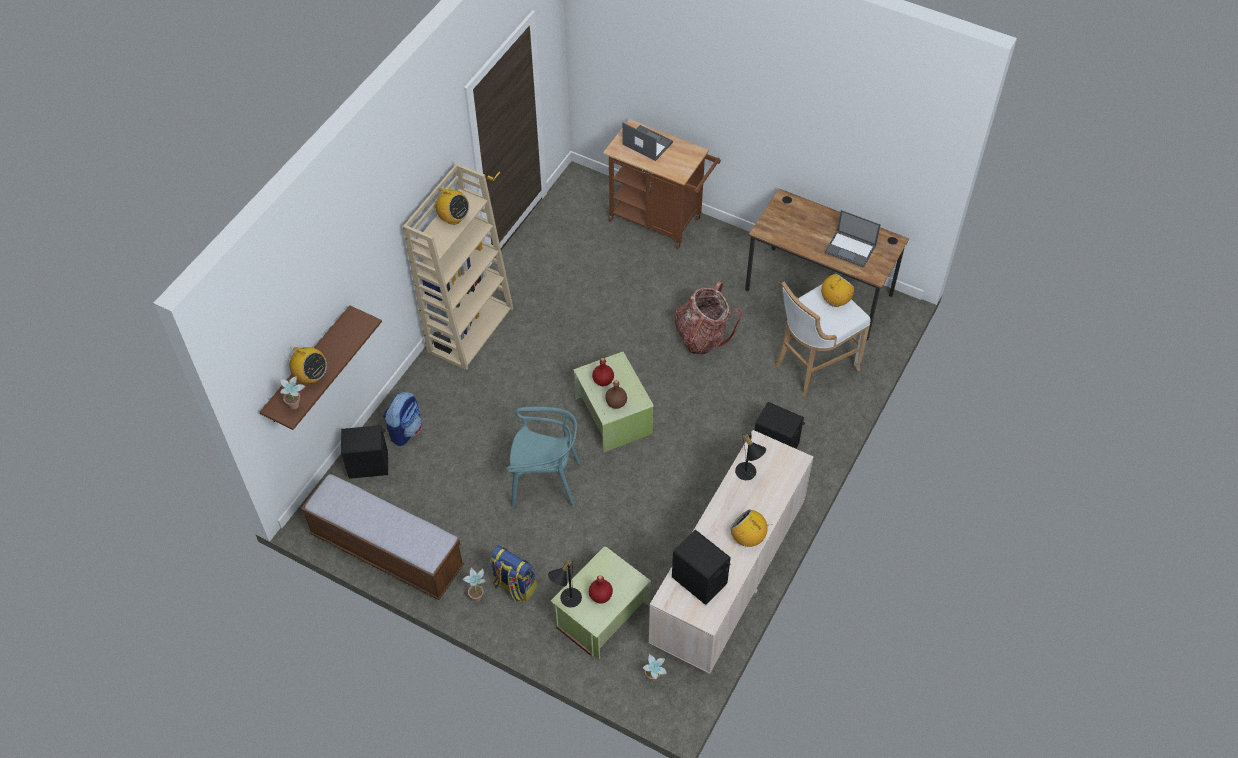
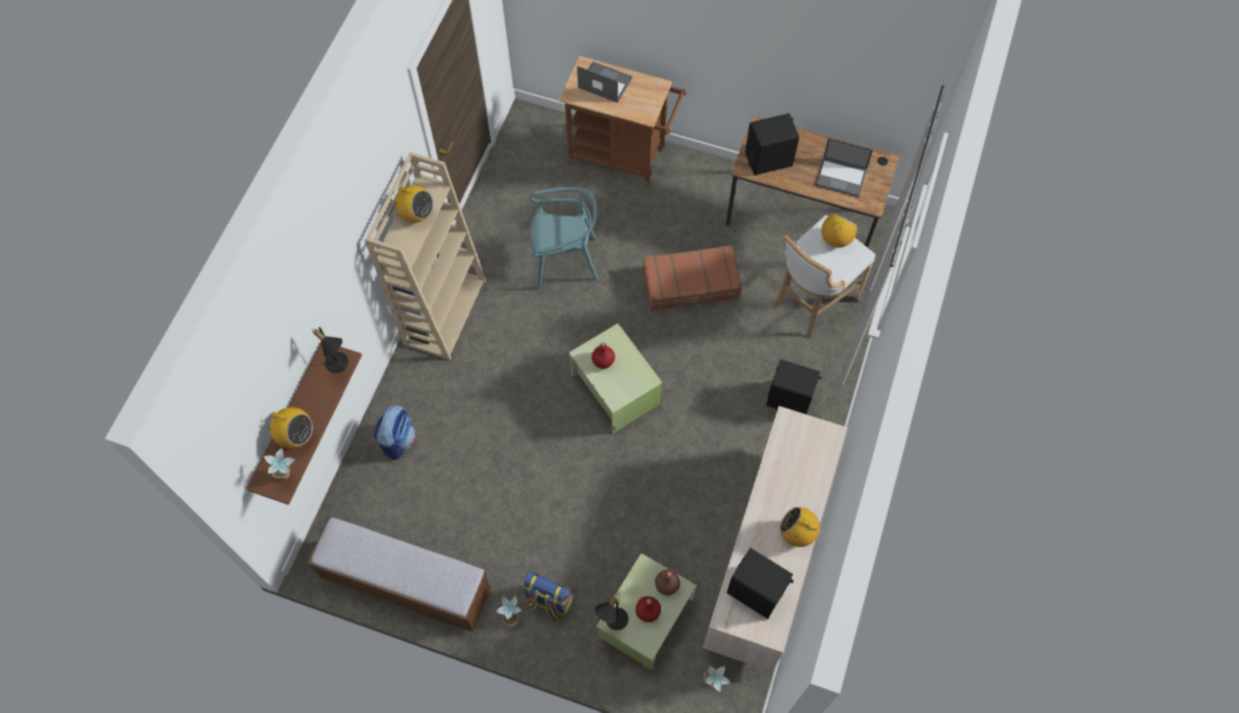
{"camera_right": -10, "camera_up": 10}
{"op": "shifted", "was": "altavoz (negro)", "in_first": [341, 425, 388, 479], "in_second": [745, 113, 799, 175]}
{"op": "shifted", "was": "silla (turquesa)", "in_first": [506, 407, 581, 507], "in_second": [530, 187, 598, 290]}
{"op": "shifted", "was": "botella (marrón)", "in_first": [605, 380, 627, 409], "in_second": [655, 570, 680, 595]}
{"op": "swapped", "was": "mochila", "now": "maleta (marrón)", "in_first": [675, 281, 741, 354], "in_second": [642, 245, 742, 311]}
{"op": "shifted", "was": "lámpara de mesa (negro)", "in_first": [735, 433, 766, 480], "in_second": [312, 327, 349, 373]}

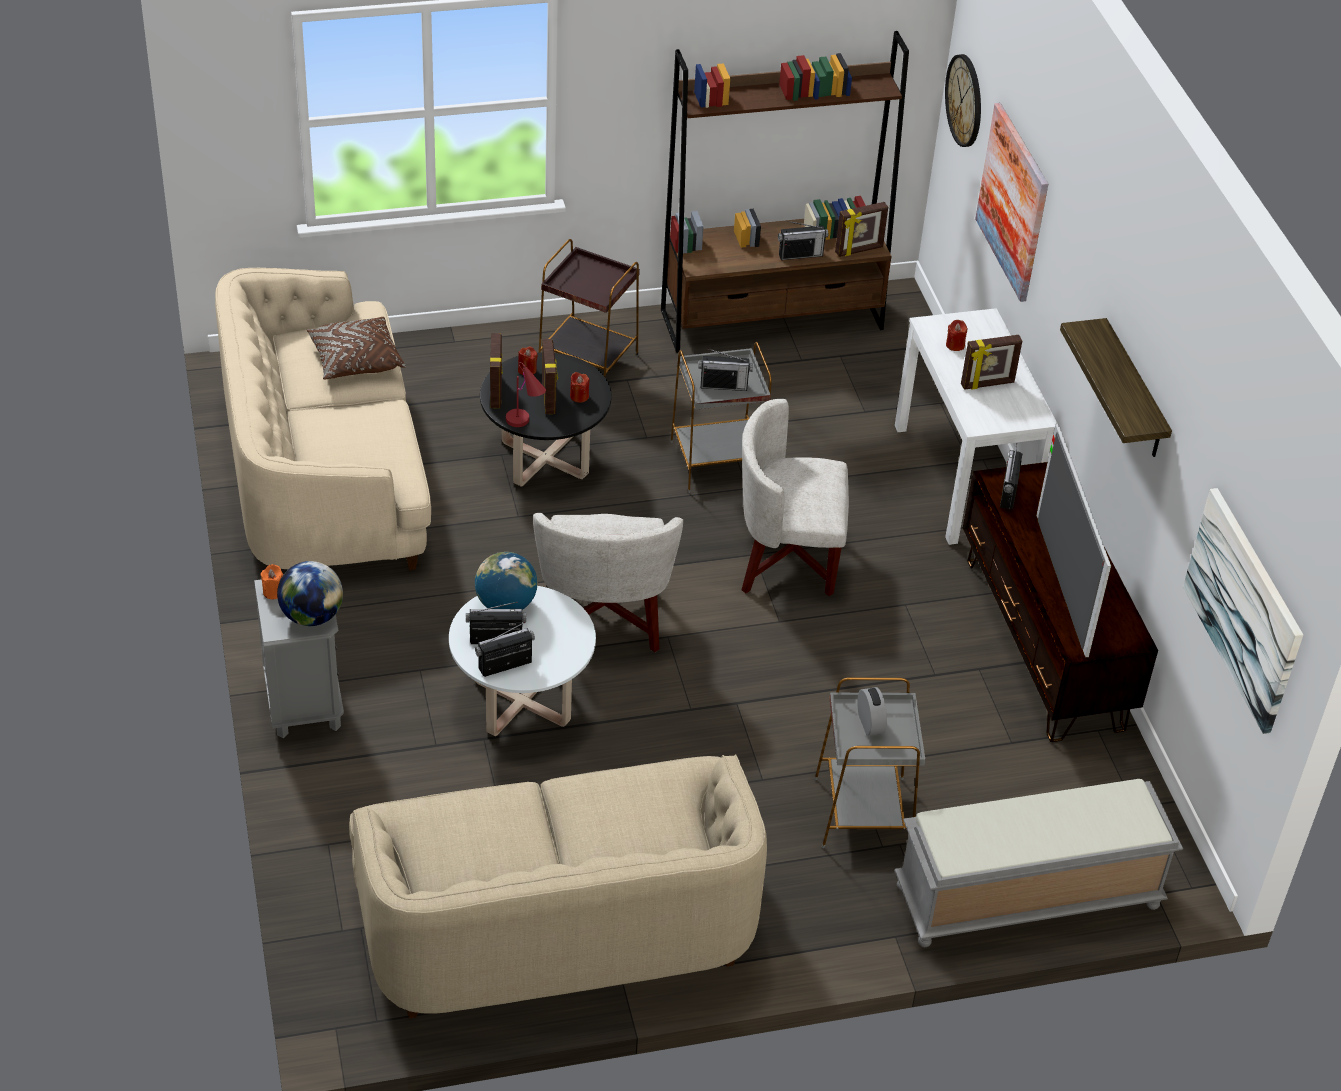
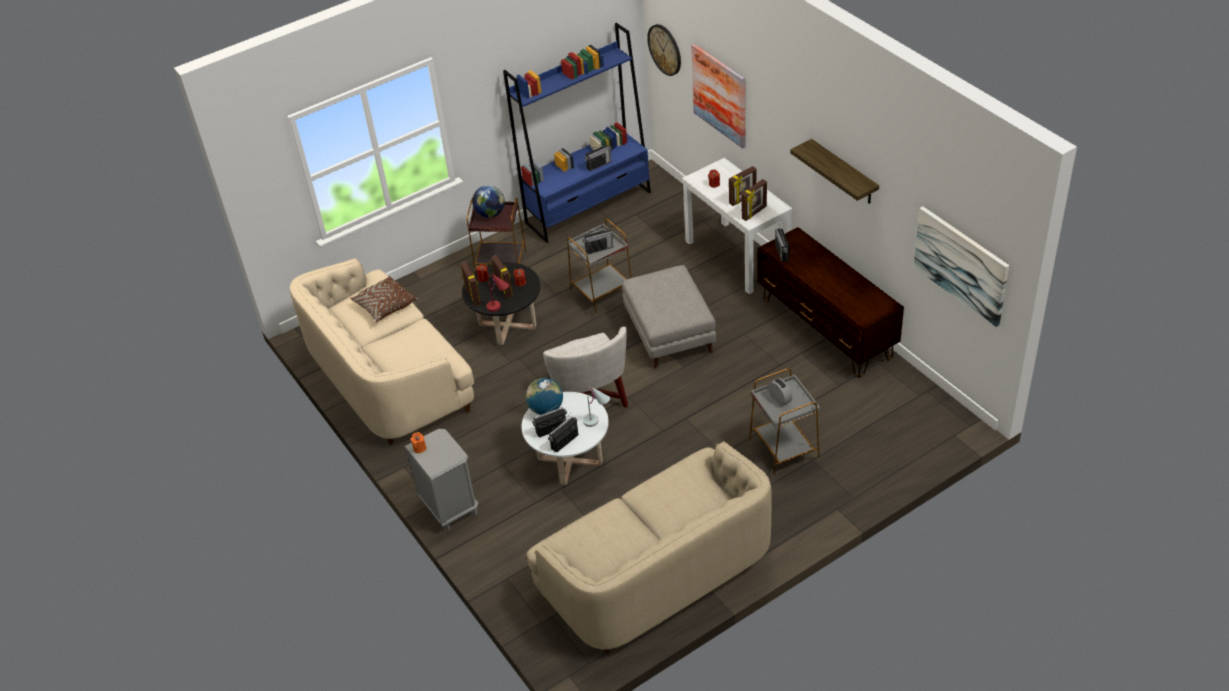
{"camera_right": -15, "camera_up": 0}
{"op": "shifted", "was": "globo terráqueo", "in_first": [277, 561, 343, 626], "in_second": [472, 185, 505, 218]}
{"op": "repainted", "was": "estantería (marrón)", "now": "estantería (azul)", "in_first": [661, 31, 909, 353], "in_second": [503, 23, 651, 243]}
{"op": "swapped", "was": "sillón (blanco)", "now": "puf (gris)", "in_first": [742, 399, 849, 596], "in_second": [622, 265, 716, 368]}
{"op": "shifted", "was": "portarretratos", "in_first": [835, 202, 888, 257], "in_second": [741, 179, 767, 221]}
{"op": "gone", "was": "banco (gris)", "in_first": [894, 779, 1183, 947]}
{"op": "gone", "was": "televisor", "in_first": [1036, 424, 1111, 657]}
{"op": "new", "now": "lámpara de mesa (blanco)", "in_second": [583, 387, 610, 427]}

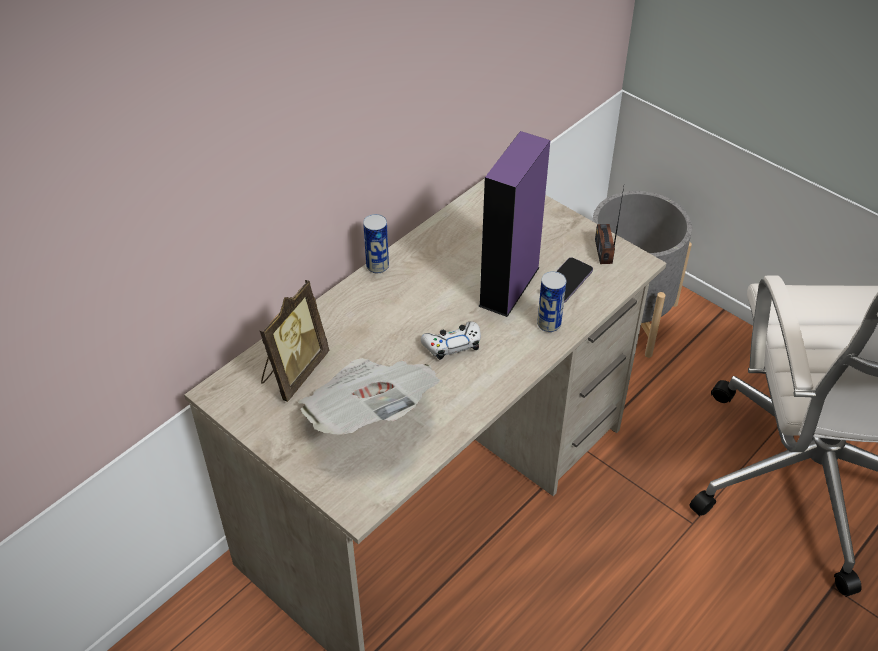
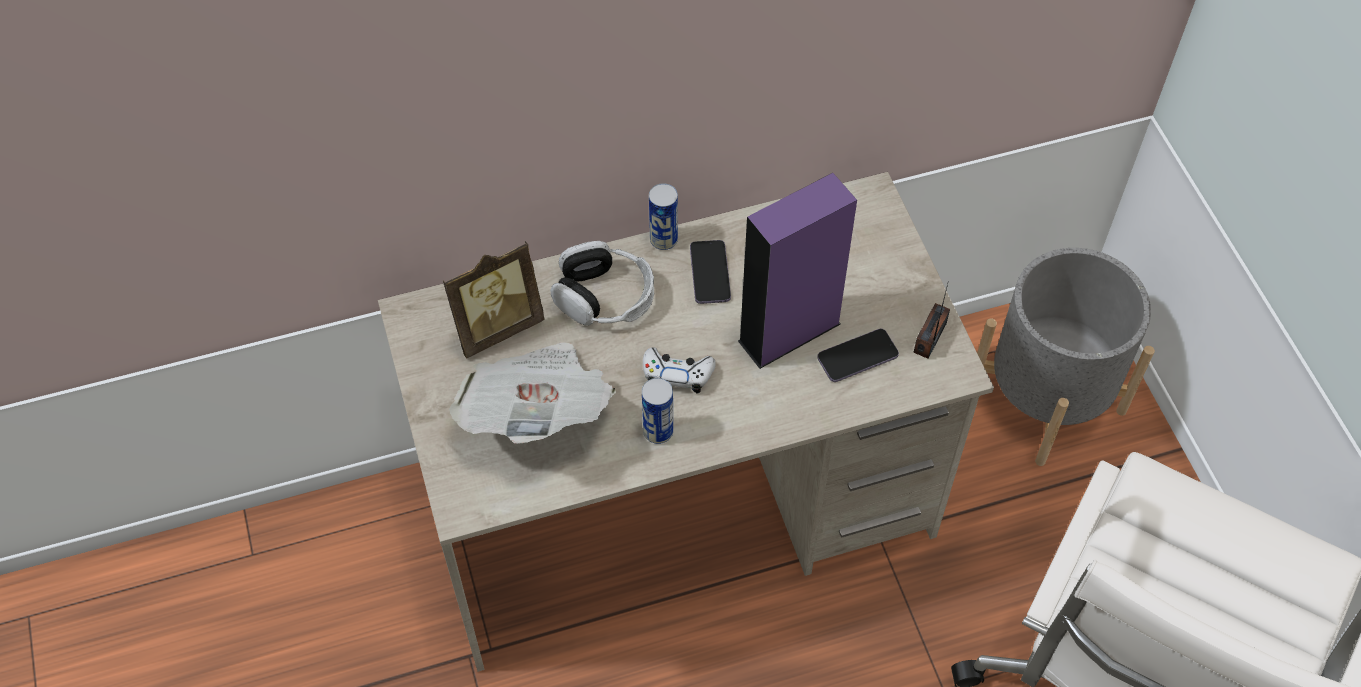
{"camera_right": 30, "camera_up": 10}
{"op": "shifted", "was": "lata", "in_first": [537, 271, 566, 332], "in_second": [642, 378, 673, 444]}
{"op": "new", "now": "auriculares", "in_second": [550, 241, 654, 326]}
{"op": "new", "now": "móvil", "in_second": [690, 240, 731, 304]}

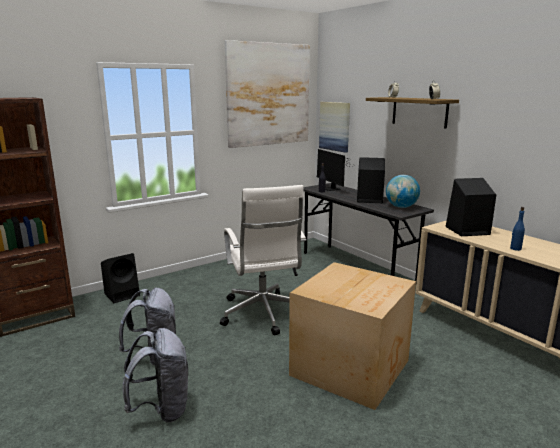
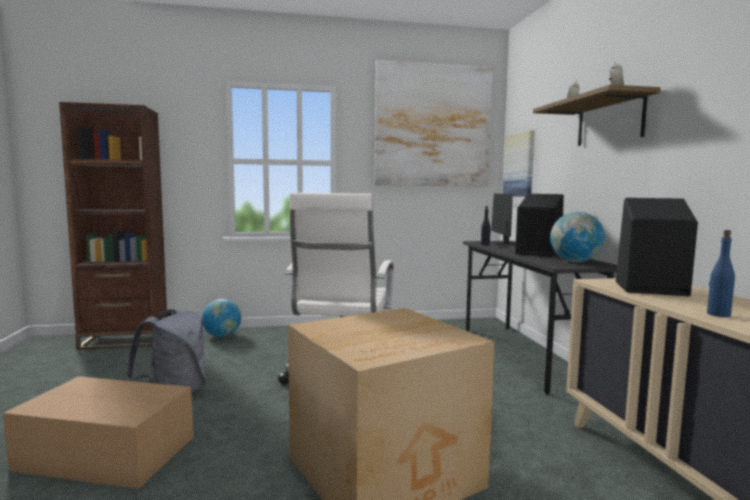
{"camera_right": 25, "camera_up": -10}
{"op": "swapped", "was": "altavoz (negro)", "now": "globo terráqueo", "in_first": [101, 253, 140, 303], "in_second": [202, 299, 241, 337]}
{"op": "swapped", "was": "mochila (gris)", "now": "caja de cartón", "in_first": [123, 328, 188, 423], "in_second": [3, 376, 193, 489]}

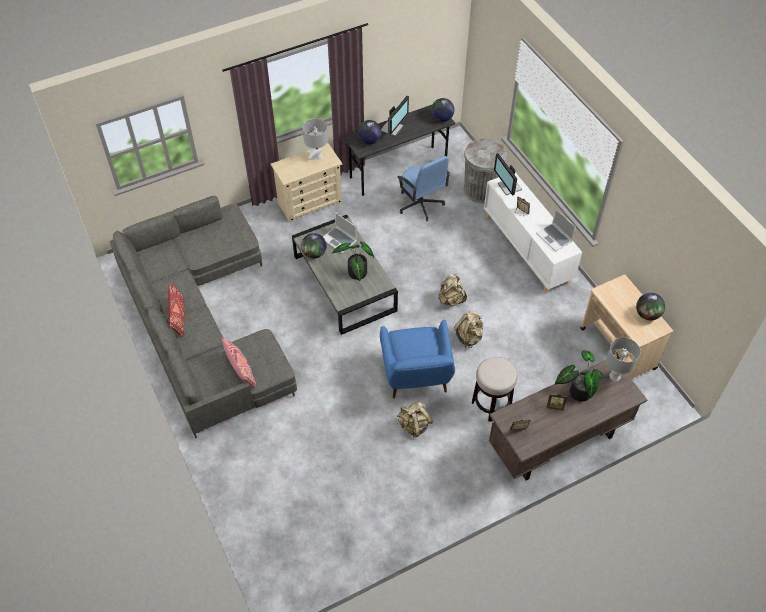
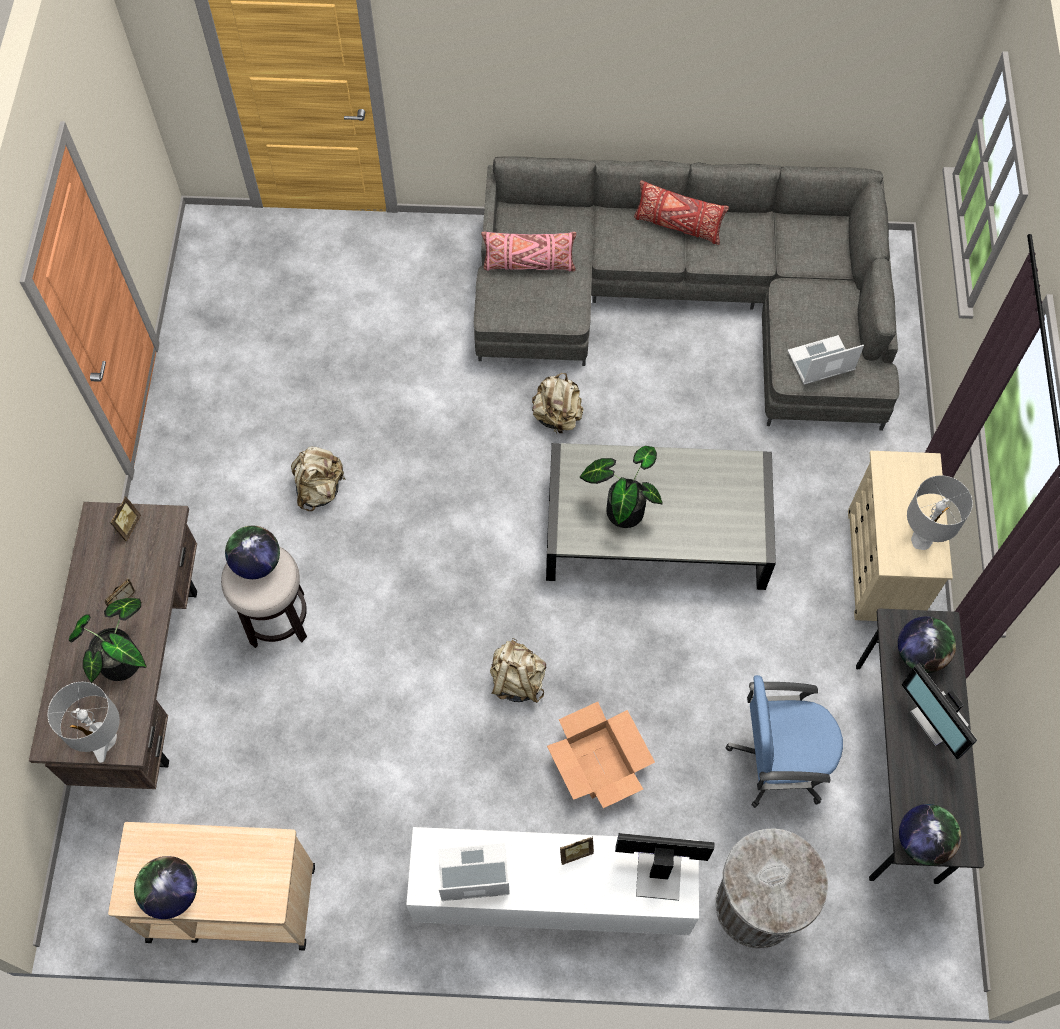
{"camera_right": 120, "camera_up": 10}
{"op": "shifted", "was": "globo terráqueo", "in_first": [301, 233, 326, 258], "in_second": [225, 526, 280, 579]}
{"op": "shifted", "was": "portátil", "in_first": [323, 212, 357, 253], "in_second": [787, 335, 864, 385]}
{"op": "gone", "was": "sillón (azul)", "in_first": [380, 319, 455, 398]}
{"op": "shifted", "was": "mochila (beis)", "in_first": [454, 311, 483, 348], "in_second": [532, 373, 583, 435]}
{"op": "new", "now": "caja de cartón", "in_second": [547, 702, 655, 808]}

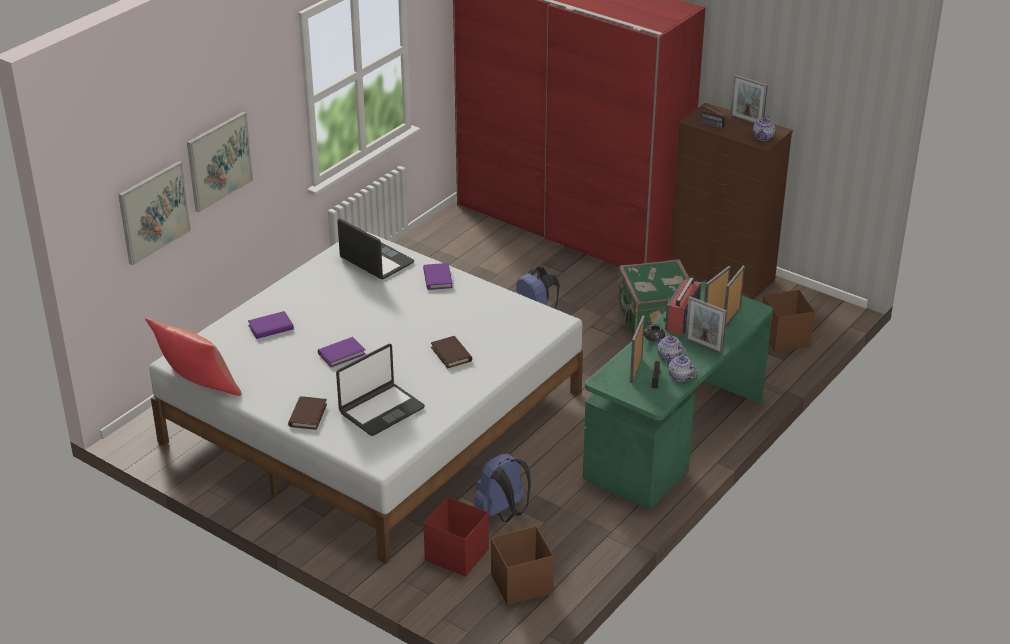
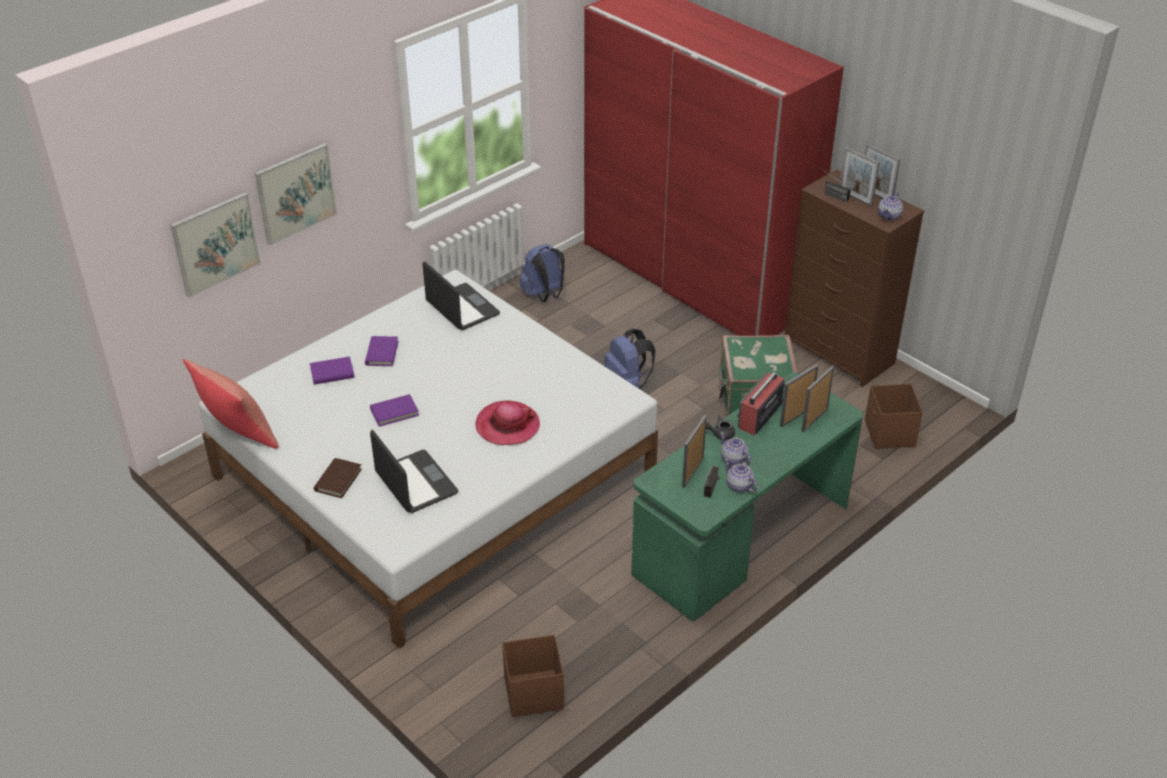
{"camera_right": 10, "camera_up": 5}
{"op": "rotated", "was": "portátil", "in_first": [336, 344, 425, 436], "in_second": [370, 430, 458, 513], "clockwise": -90}
{"op": "shifted", "was": "libro (morado)", "in_first": [423, 263, 453, 290], "in_second": [365, 336, 399, 366]}
{"op": "gone", "was": "caja de almacenaje (rojo)", "in_first": [423, 497, 489, 577]}
{"op": "swapped", "was": "libro (marrón)", "now": "sombrero", "in_first": [431, 336, 472, 369], "in_second": [476, 400, 540, 445]}
{"op": "shifted", "was": "mochila (azul)", "in_first": [474, 453, 531, 522], "in_second": [520, 244, 565, 302]}
{"op": "shifted", "was": "portarretratos", "in_first": [685, 296, 727, 354], "in_second": [840, 147, 880, 207]}

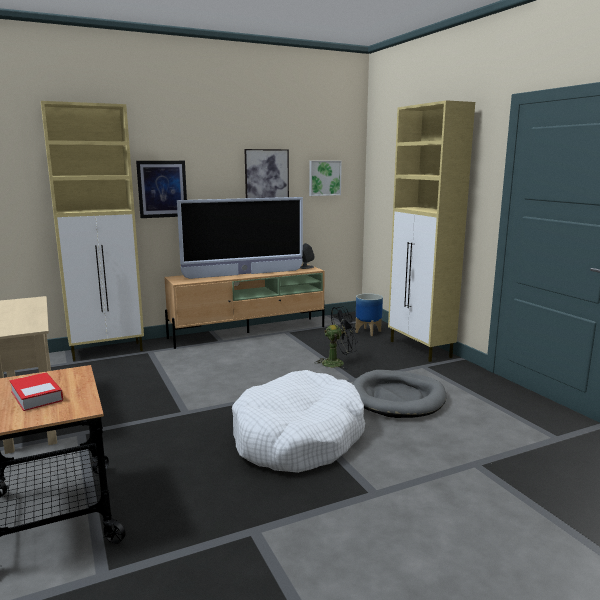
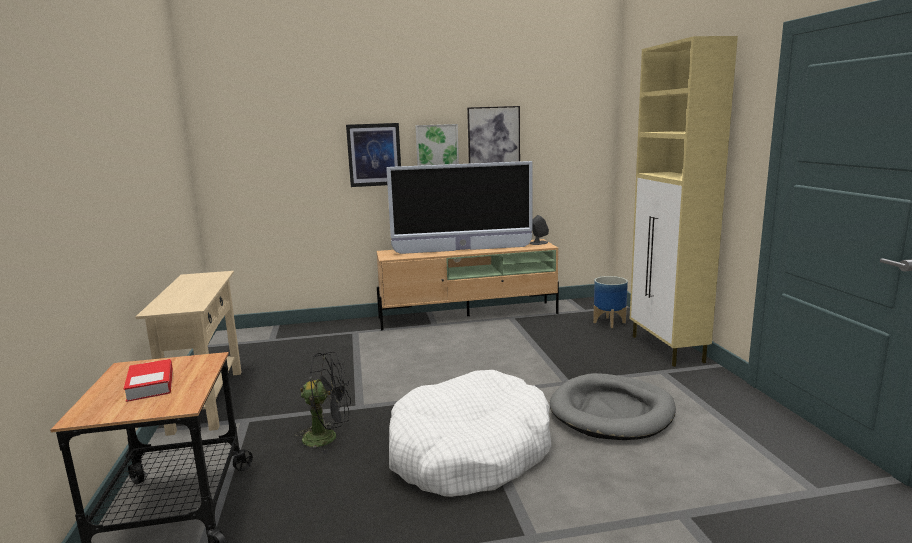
{"camera_right": 15, "camera_up": 0}
{"op": "gone", "was": "armario (beis)", "in_first": [41, 101, 144, 361]}
{"op": "shifted", "was": "cuadro", "in_first": [309, 161, 342, 196], "in_second": [415, 124, 459, 166]}
{"op": "shifted", "was": "ventilador (negro)", "in_first": [315, 306, 357, 370], "in_second": [295, 352, 351, 454]}

